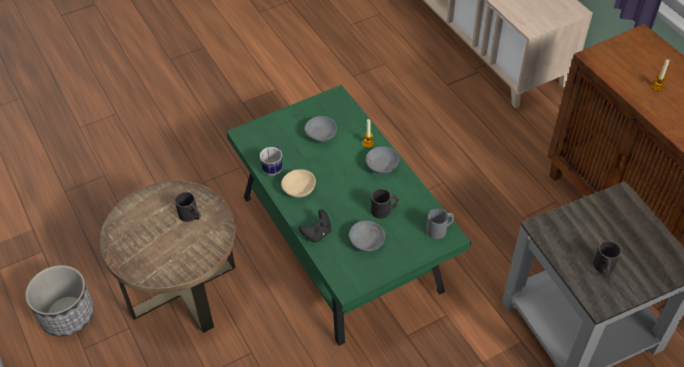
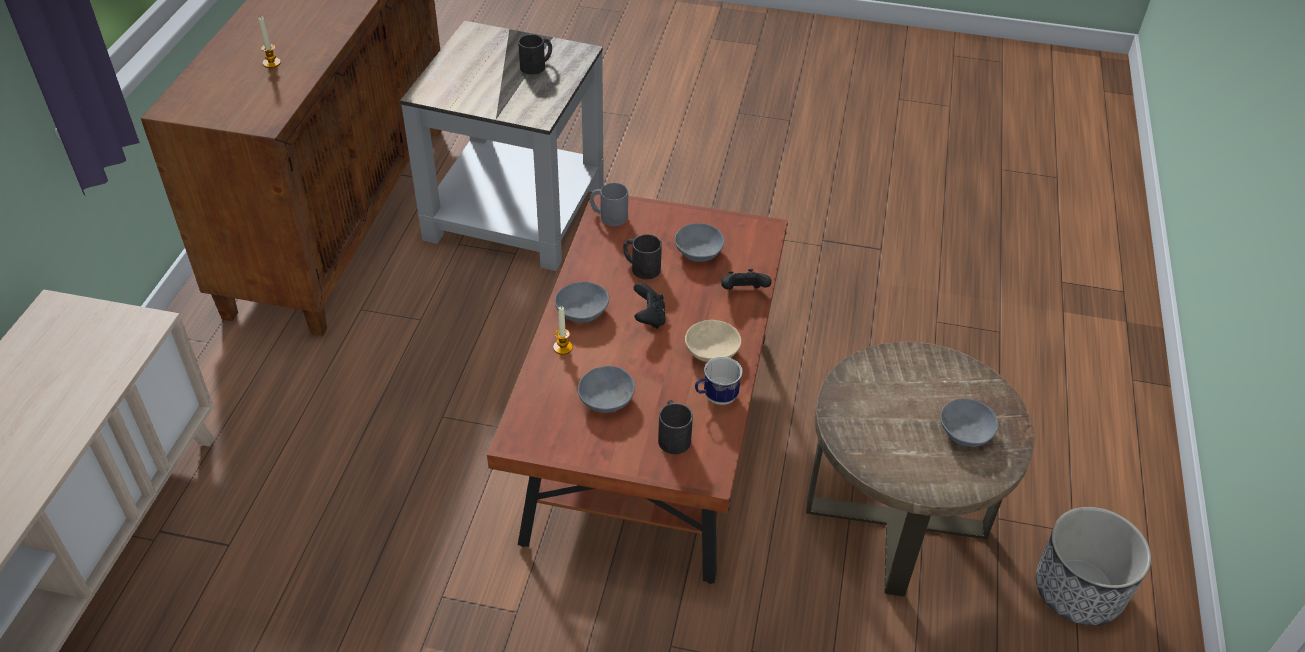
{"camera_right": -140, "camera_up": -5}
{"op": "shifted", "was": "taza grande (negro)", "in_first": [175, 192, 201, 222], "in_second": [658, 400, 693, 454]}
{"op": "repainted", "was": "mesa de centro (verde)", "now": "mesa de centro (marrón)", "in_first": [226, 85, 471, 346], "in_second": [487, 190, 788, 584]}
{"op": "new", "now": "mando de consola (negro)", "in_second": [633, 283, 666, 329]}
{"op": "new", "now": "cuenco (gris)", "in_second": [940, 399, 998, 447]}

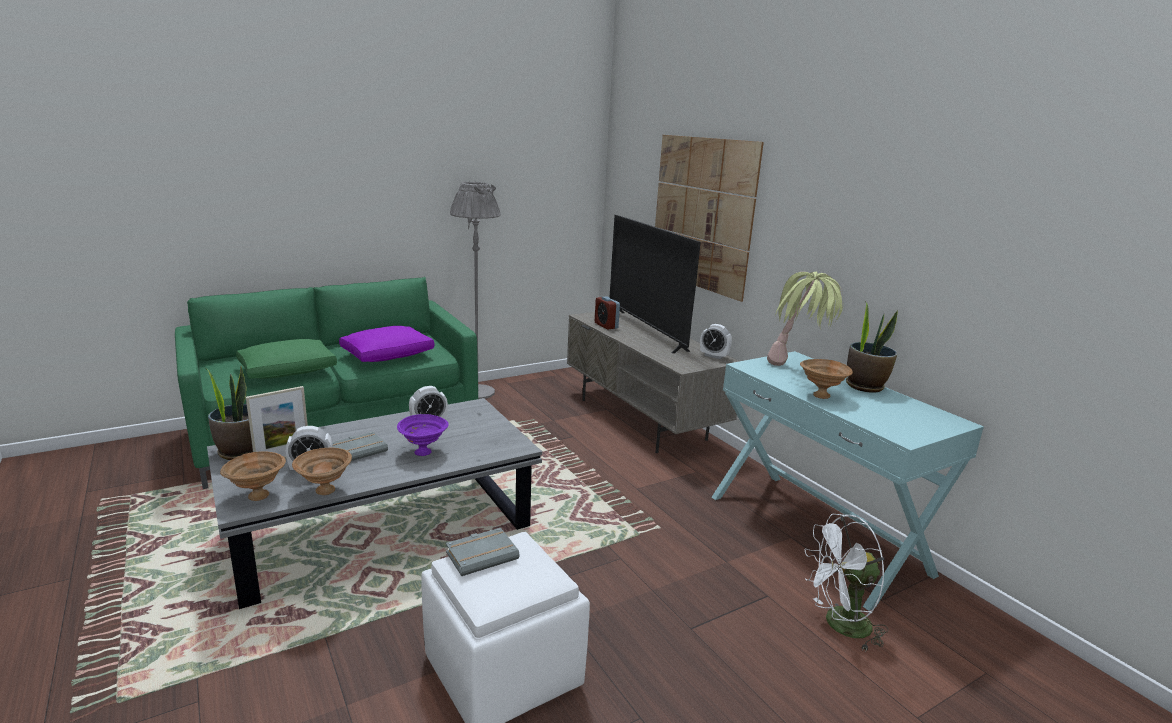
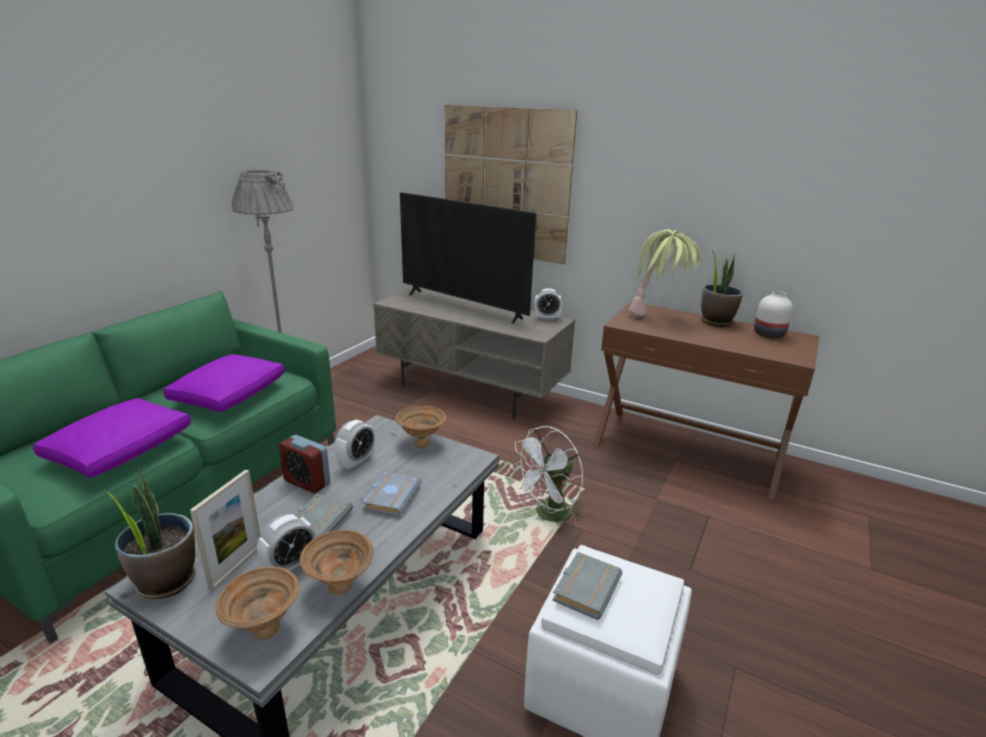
{"camera_right": -30, "camera_up": 5}
{"op": "repainted", "was": "cojín (verde)", "now": "cojín (morado)", "in_first": [236, 339, 337, 379], "in_second": [33, 398, 191, 478]}
{"op": "swapped", "was": "cuenco (morado)", "now": "libro (gris)", "in_first": [397, 414, 449, 456], "in_second": [362, 472, 421, 517]}
{"op": "shifted", "was": "despertador", "in_first": [595, 296, 620, 330], "in_second": [279, 435, 330, 493]}
{"op": "repainted", "was": "mesa consola (turquesa)", "now": "mesa consola (marrón)", "in_first": [711, 351, 984, 611], "in_second": [593, 302, 819, 500]}
{"op": "shifted", "was": "cuenco (marrón)", "in_first": [800, 359, 853, 399], "in_second": [395, 405, 446, 448]}
{"op": "shifted", "was": "ventilador (blanco)", "in_first": [804, 514, 889, 651], "in_second": [510, 426, 583, 529]}
{"op": "new", "now": "florero (blanco)", "in_second": [754, 291, 793, 339]}

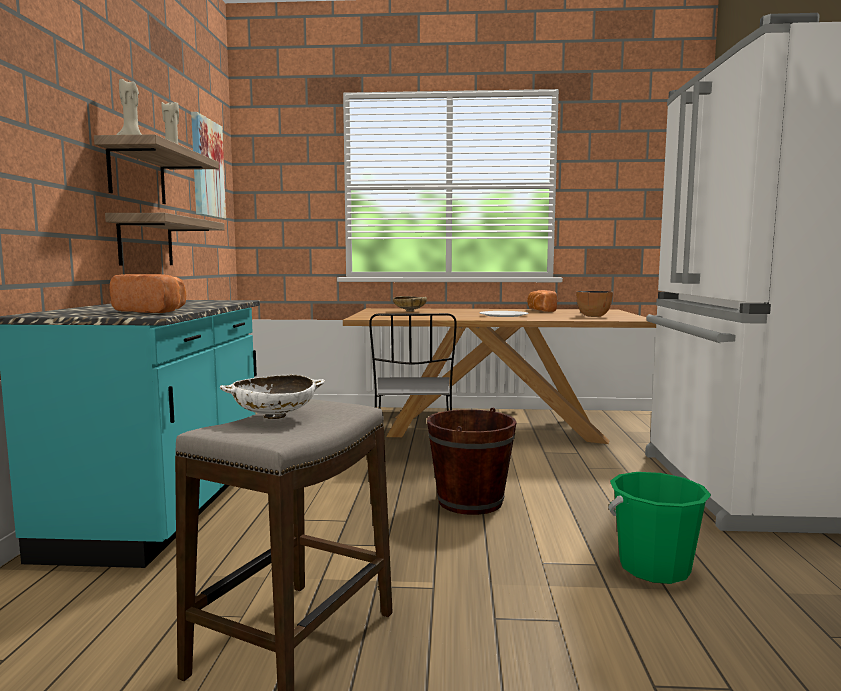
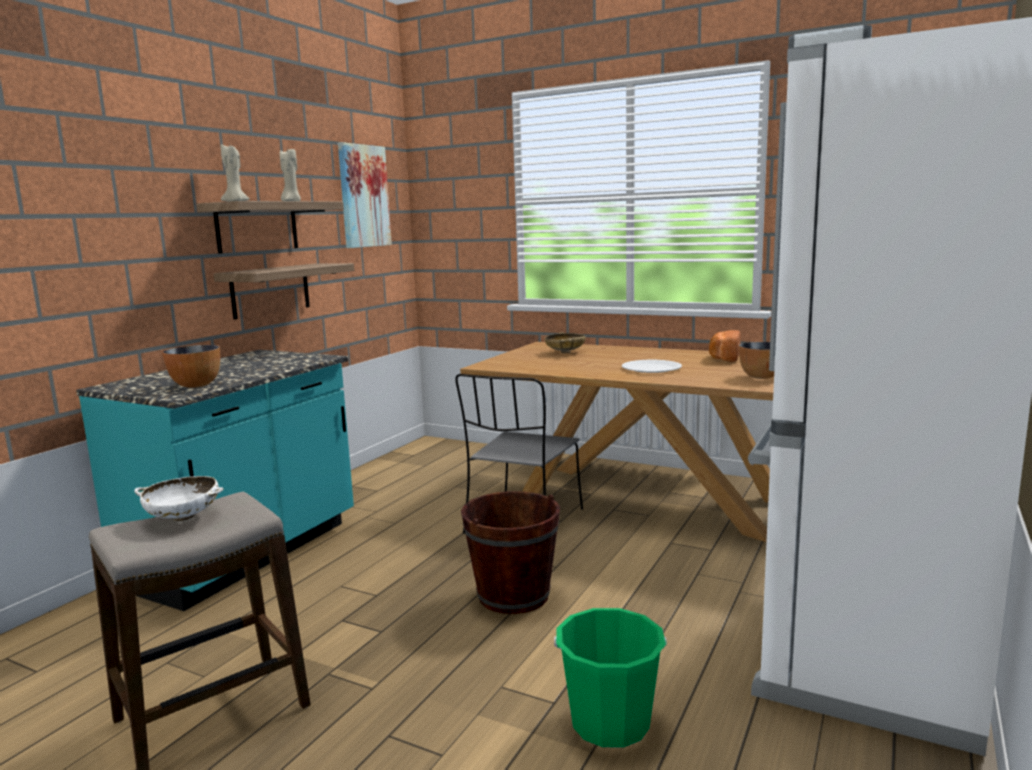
{"camera_right": 25, "camera_up": 5}
{"op": "swapped", "was": "pan", "now": "cuenco", "in_first": [109, 274, 186, 313], "in_second": [162, 345, 220, 388]}

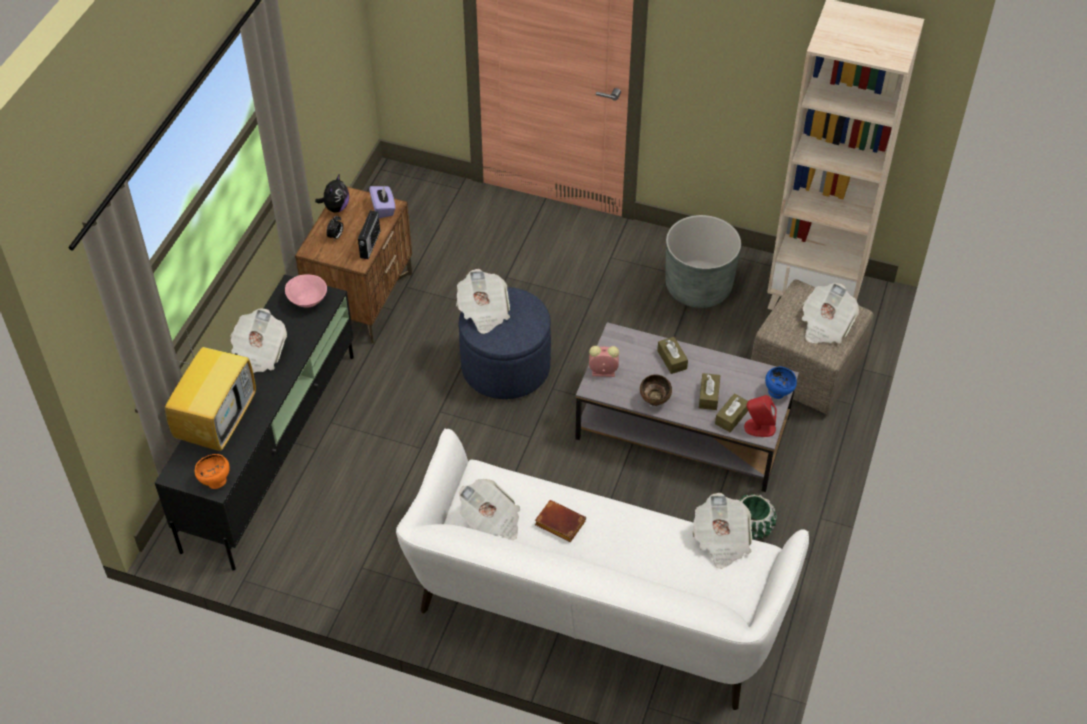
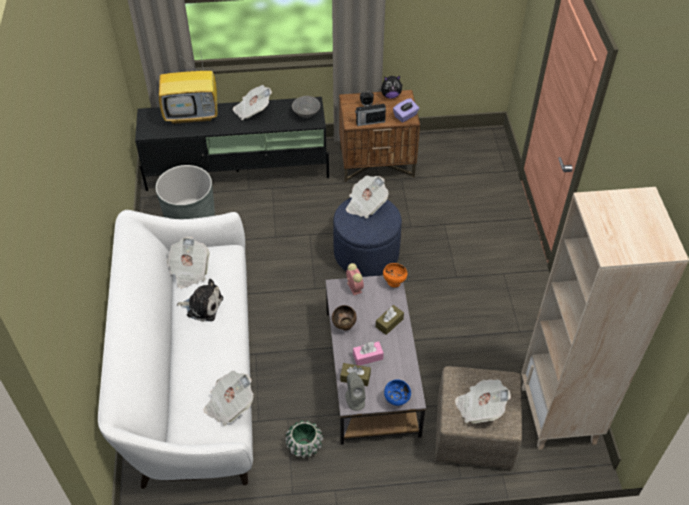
{"camera_right": 65, "camera_up": 0}
{"op": "shifted", "was": "cuenco (naranja)", "in_first": [195, 454, 230, 489], "in_second": [383, 263, 407, 287]}
{"op": "repainted", "was": "cuenco (rosa)", "now": "cuenco (gris)", "in_first": [285, 275, 327, 308], "in_second": [292, 96, 320, 118]}
{"op": "swapped", "was": "libro (marrón)", "now": "peluche", "in_first": [535, 500, 586, 542], "in_second": [176, 279, 223, 322]}
{"op": "shifted", "was": "maceta (gris)", "in_first": [665, 215, 741, 308], "in_second": [156, 165, 215, 219]}
{"op": "repainted", "was": "caja de pañuelos (marrón)", "now": "caja de pañuelos (rosa)", "in_first": [699, 373, 721, 410], "in_second": [353, 341, 384, 366]}
{"op": "repainted", "was": "altavoz (rojo)", "now": "altavoz (gris)", "in_first": [744, 395, 777, 437], "in_second": [345, 372, 366, 411]}

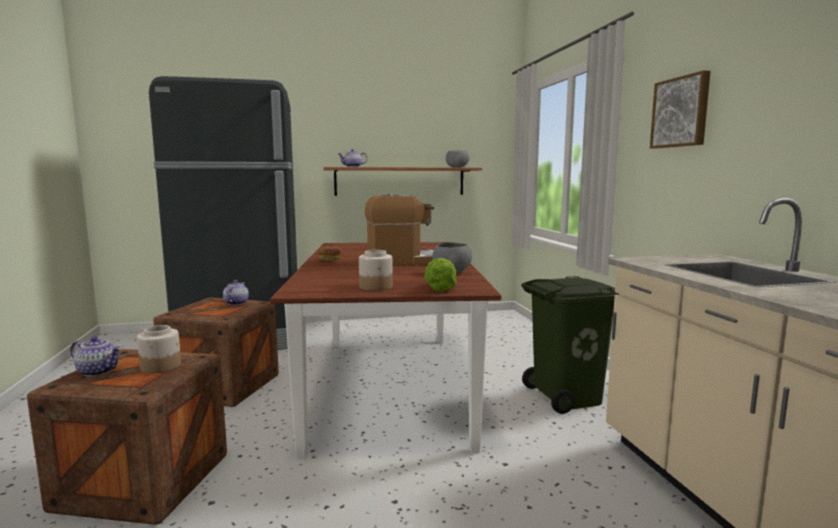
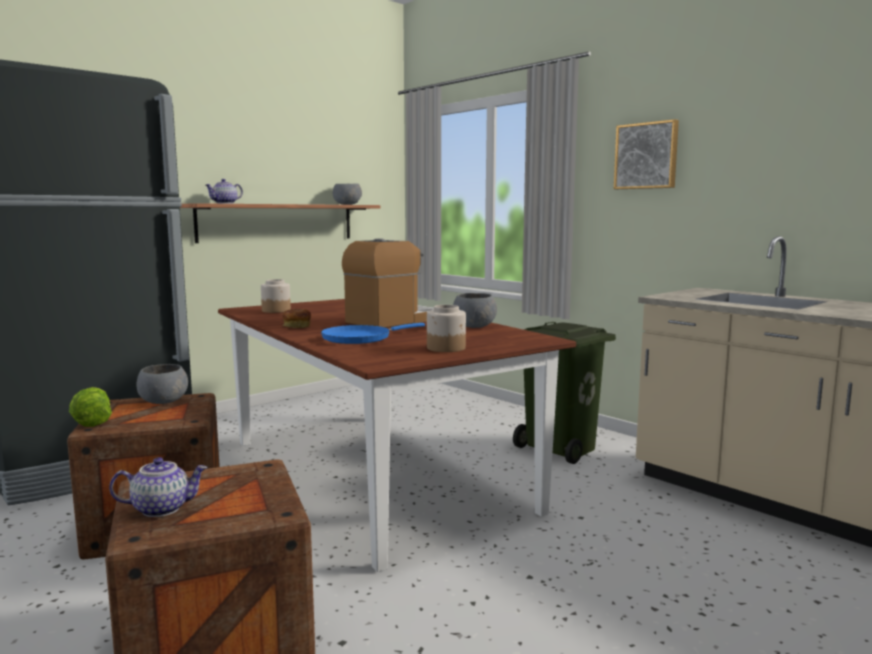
{"camera_right": -30, "camera_up": 0}
{"op": "shifted", "was": "tarro", "in_first": [137, 325, 181, 374], "in_second": [261, 279, 291, 313]}
{"op": "swapped", "was": "tetera", "now": "cuenco (gris)", "in_first": [223, 280, 249, 305], "in_second": [136, 364, 188, 404]}
{"op": "shifted", "was": "lechuga", "in_first": [424, 258, 457, 292], "in_second": [69, 387, 112, 427]}
{"op": "new", "now": "sartén (azul)", "in_second": [321, 323, 425, 344]}

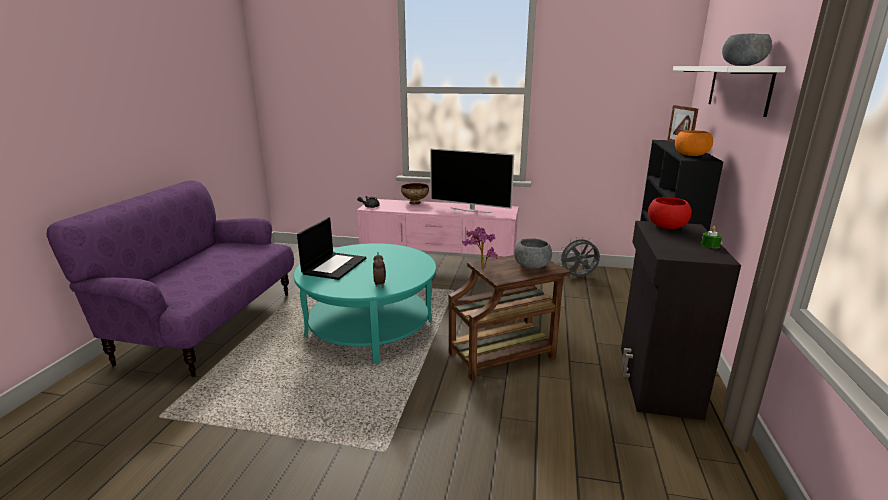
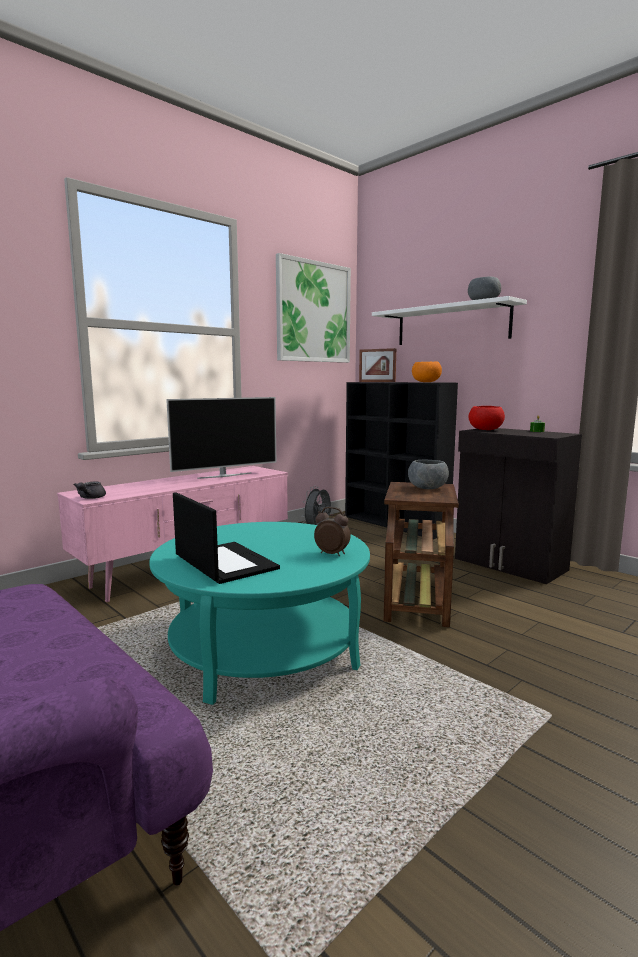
{"camera_right": -55, "camera_up": -10}
{"op": "gone", "was": "cuenco", "in_first": [401, 183, 429, 204]}
{"op": "gone", "was": "planta en maceta", "in_first": [462, 227, 498, 268]}
{"op": "new", "now": "cuadro", "in_second": [276, 253, 351, 363]}

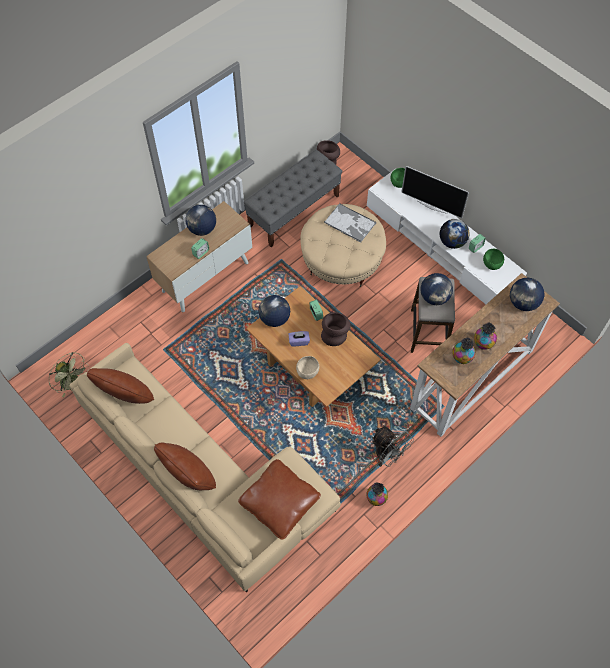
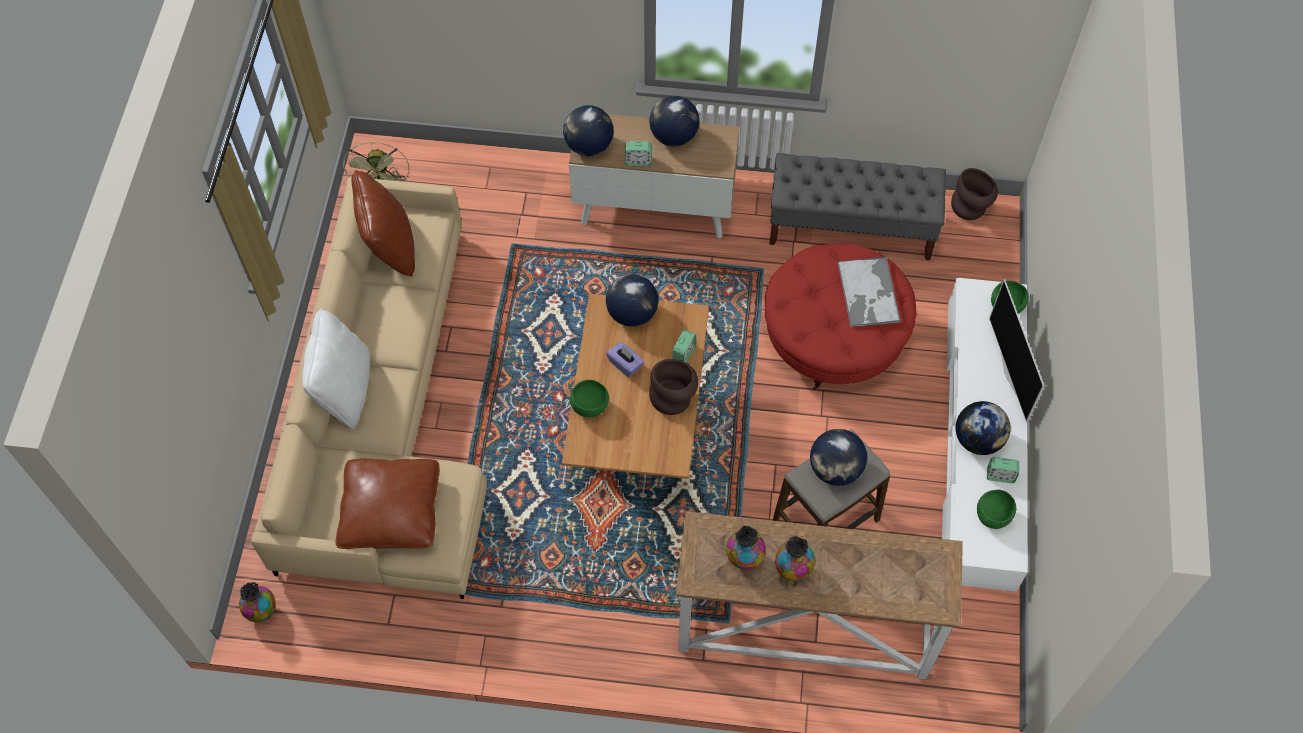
{"camera_right": 50, "camera_up": 0}
{"op": "repainted", "was": "cojín (marrón)", "now": "cojín (blanco)", "in_first": [154, 443, 216, 490], "in_second": [302, 308, 370, 429]}
{"op": "repainted", "was": "cuenco (beis)", "now": "cuenco (verde)", "in_first": [296, 356, 319, 379], "in_second": [570, 380, 609, 417]}
{"op": "repainted", "was": "puf (beis)", "now": "puf (rojo)", "in_first": [300, 204, 386, 287], "in_second": [765, 243, 916, 390]}
{"op": "shifted", "was": "florero", "in_first": [366, 482, 388, 506], "in_second": [239, 582, 276, 622]}
{"op": "gone", "was": "ventilador (gris)", "in_first": [372, 425, 414, 467]}
{"op": "shifted", "was": "globo terráqueo", "in_first": [510, 278, 544, 311], "in_second": [563, 105, 614, 156]}

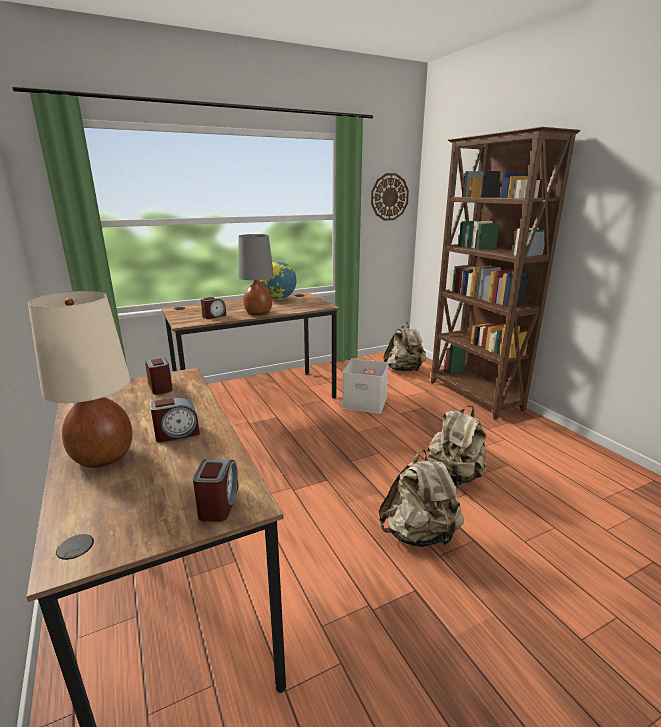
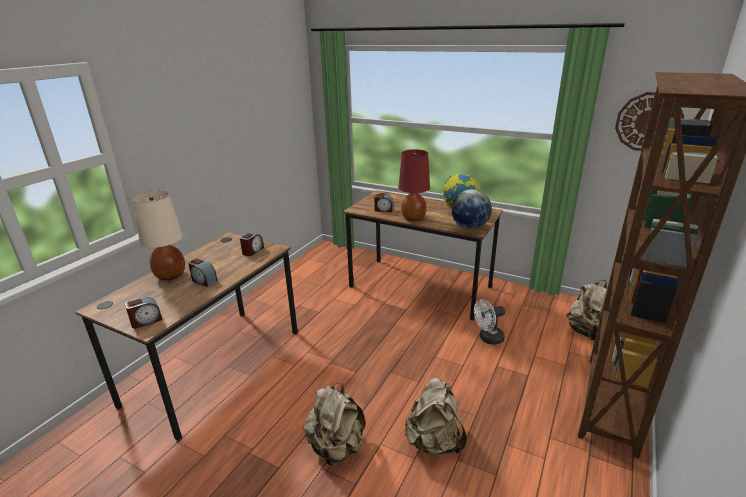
{"camera_right": 55, "camera_up": 5}
{"op": "repainted", "was": "lámpara de mesa (gris)", "now": "lámpara de mesa (rojo)", "in_first": [238, 234, 274, 315], "in_second": [399, 149, 430, 221]}
{"op": "swapped", "was": "caja de almacenaje (blanco)", "now": "ventilador (blanco)", "in_first": [342, 359, 388, 414], "in_second": [474, 299, 506, 345]}
{"op": "new", "now": "globo terráqueo", "in_second": [451, 189, 492, 229]}

